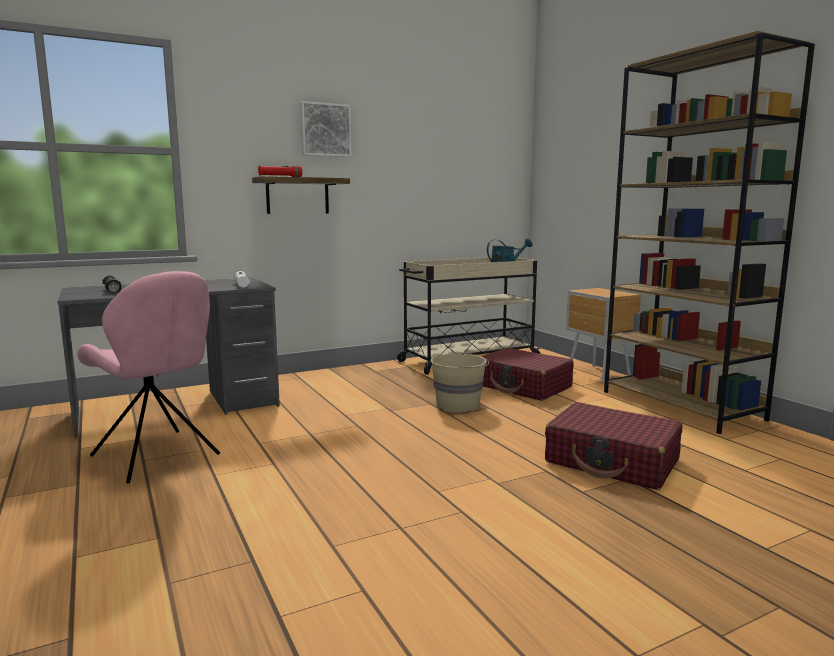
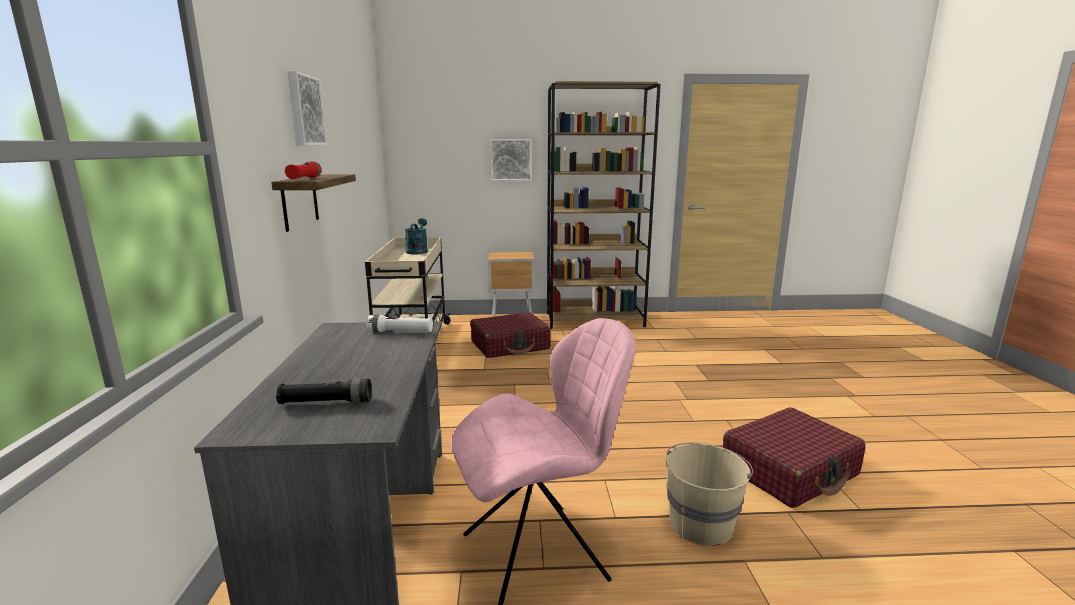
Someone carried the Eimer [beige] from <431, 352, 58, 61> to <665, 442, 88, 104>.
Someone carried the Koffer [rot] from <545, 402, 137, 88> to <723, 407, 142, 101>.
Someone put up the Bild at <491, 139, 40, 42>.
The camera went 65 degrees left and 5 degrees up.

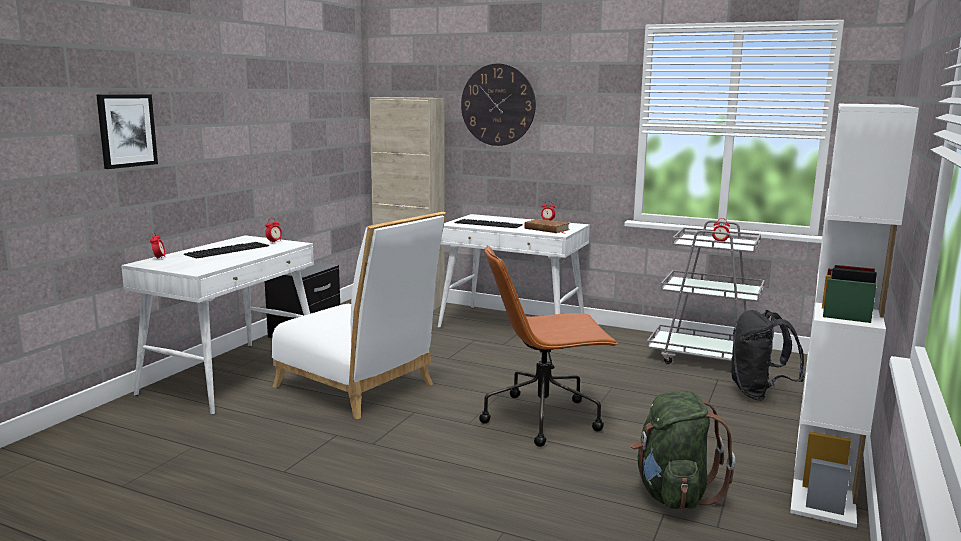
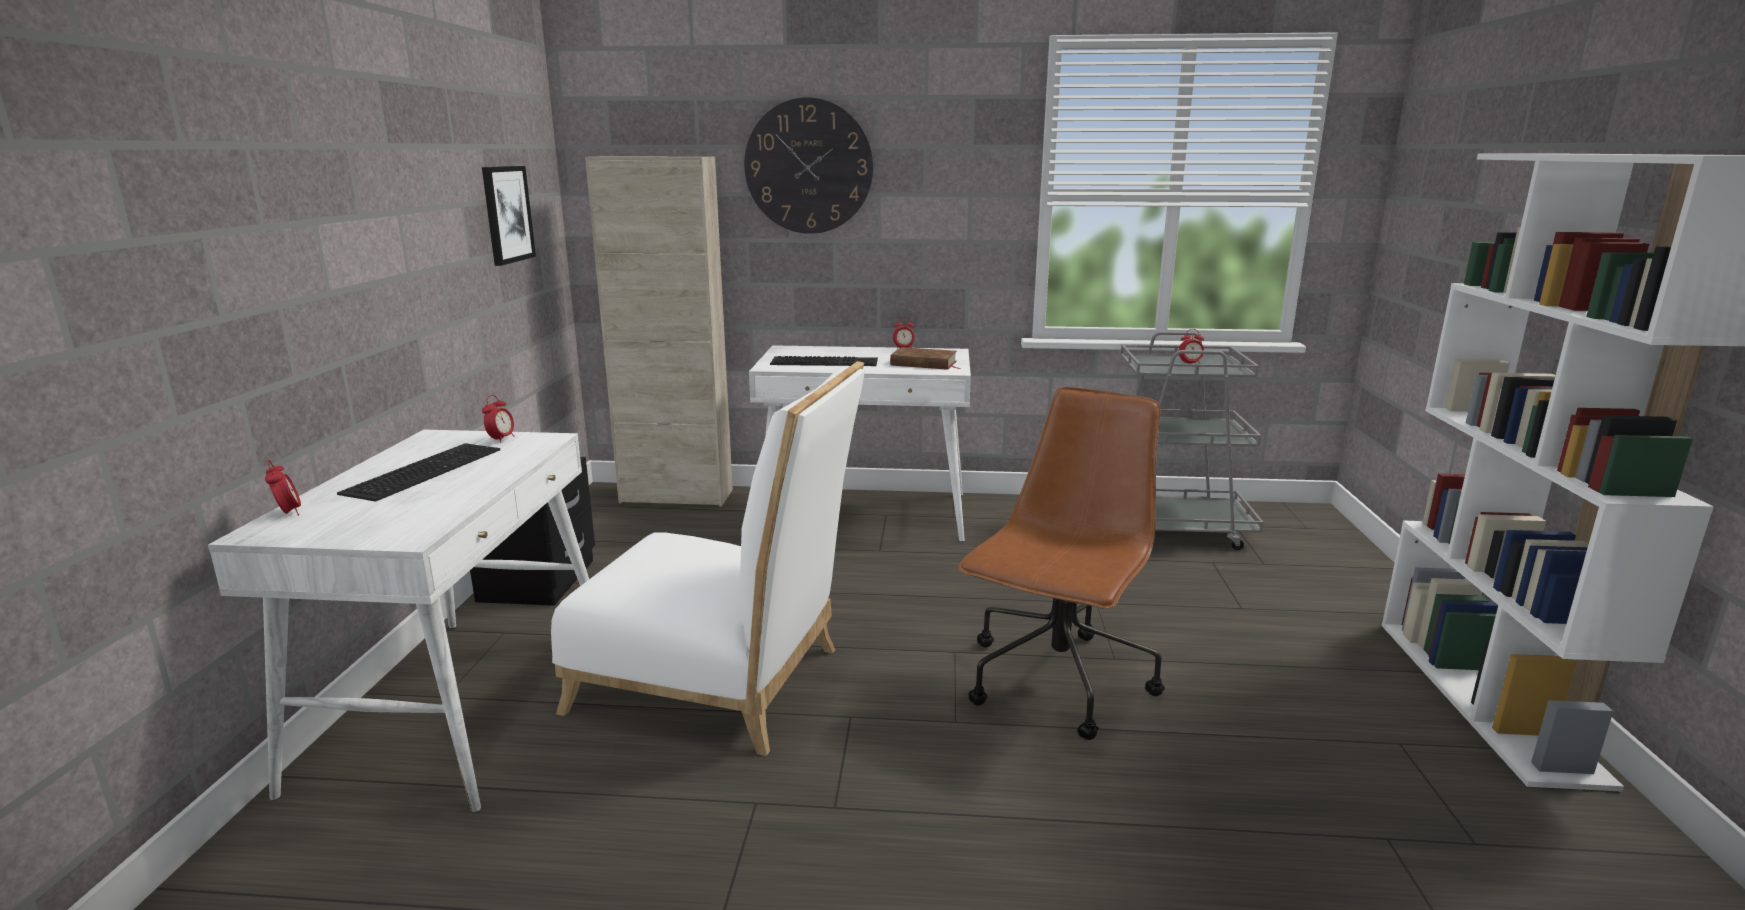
Someone carried the Bild from <96, 94, 62, 75> to <482, 166, 54, 100>.
Someone rotated the Bürostuhl [braun] at <479, 245, 139, 202> by 150 degrees clockwise.
Someone took away the Rucksack [schwarz] at <730, 310, 74, 91>.
Someone took away the Rucksack [grün] at <631, 390, 104, 119>.
The camera went 20 degrees left and 5 degrees up.

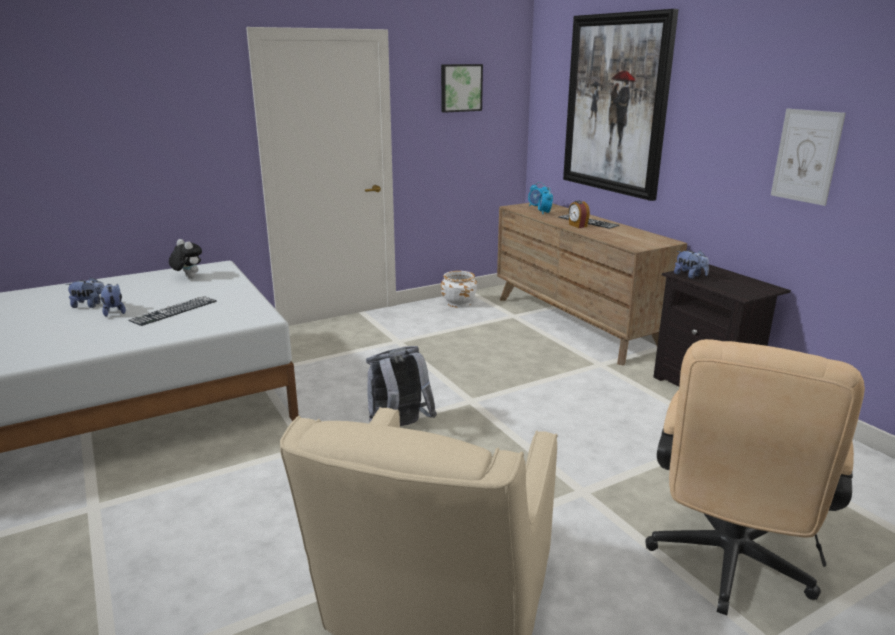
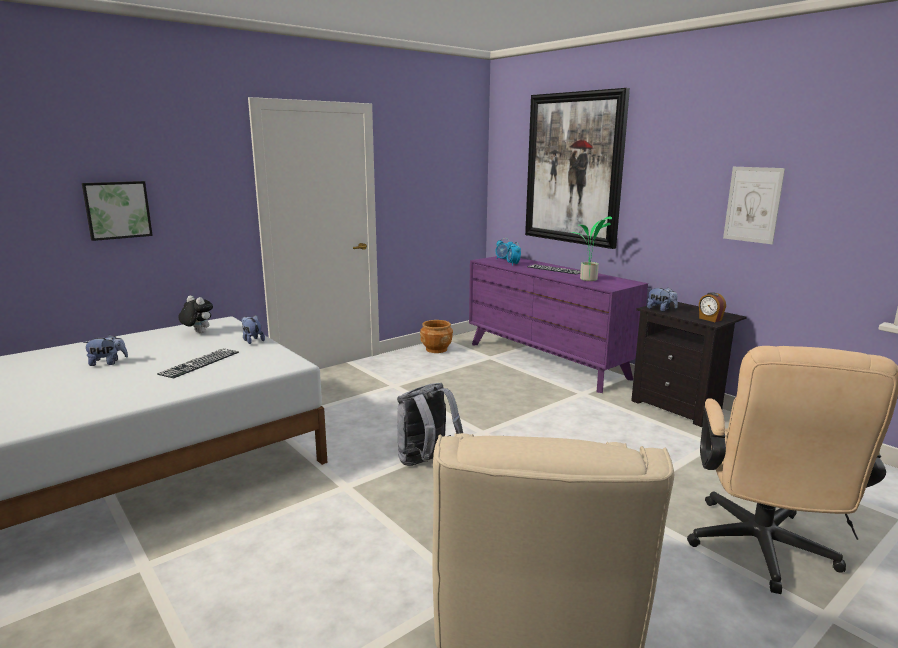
Someone carried the Bild from <441, 64, 42, 49> to <82, 181, 71, 60>.
Someone carried the Wecker from <568, 201, 22, 27> to <699, 292, 27, 30>.
Someone repainted the Kommode [braun] at <497, 203, 190, 163>, which became the Kommode [lila] at <469, 256, 179, 137>.
Someone repainted the Pflanzkübel [weiß] at <441, 271, 36, 37>, which became the Pflanzkübel [braun] at <420, 320, 33, 33>.
Someone carried the Plüschtier from <100, 283, 26, 34> to <242, 315, 23, 29>.
Someone put down the Topfpflanze at <571, 216, 41, 65>.
The camera went 10 degrees left and 5 degrees down.

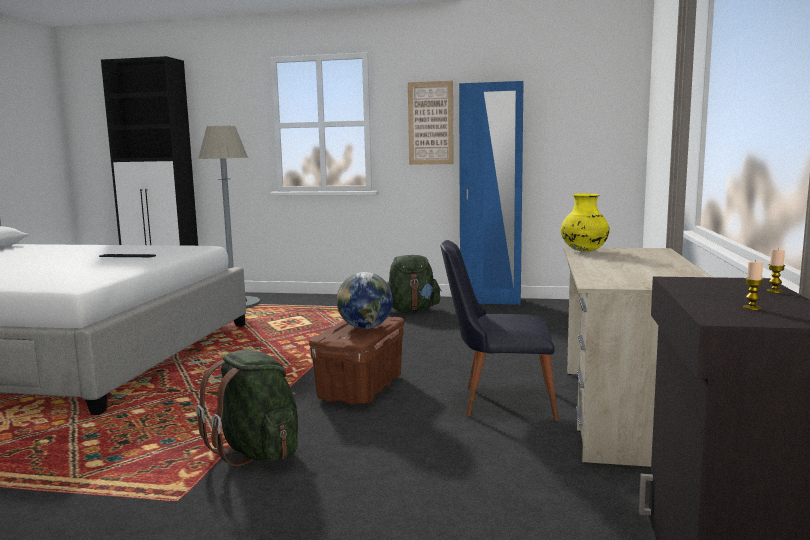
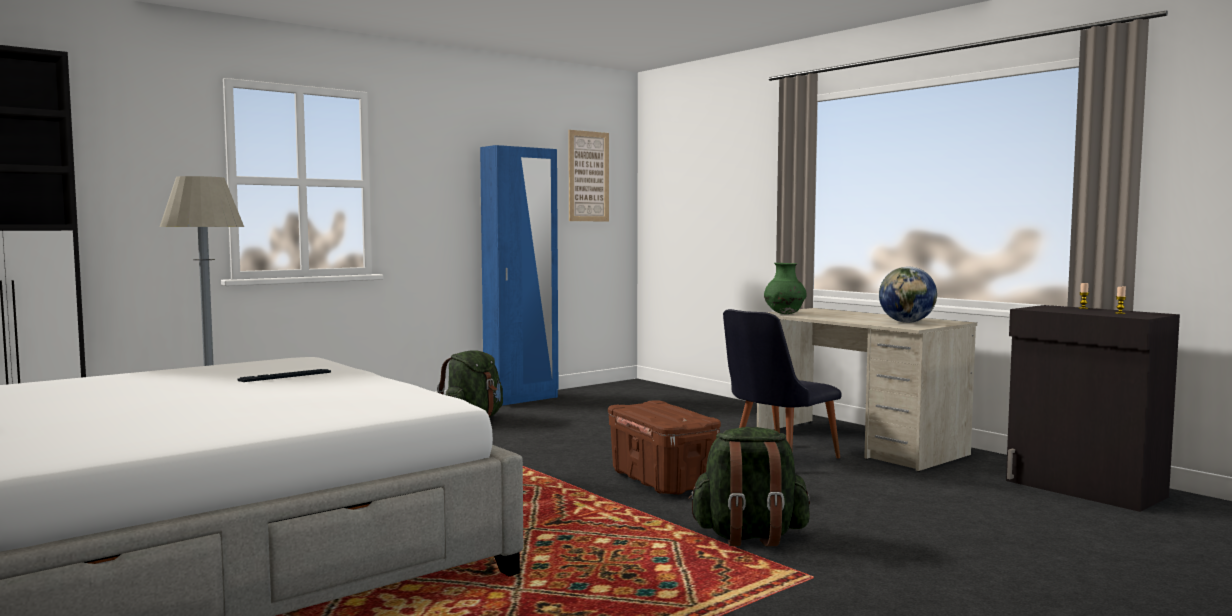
Someone carried the Bild from <408, 81, 46, 84> to <568, 130, 41, 91>.
Someone repainted the Vase [gelb] at <561, 193, 49, 59>, which became the Vase [grün] at <764, 263, 43, 51>.
Someone carried the Globus from <337, 272, 56, 57> to <879, 267, 58, 56>.
The camera went 50 degrees left and 5 degrees down.

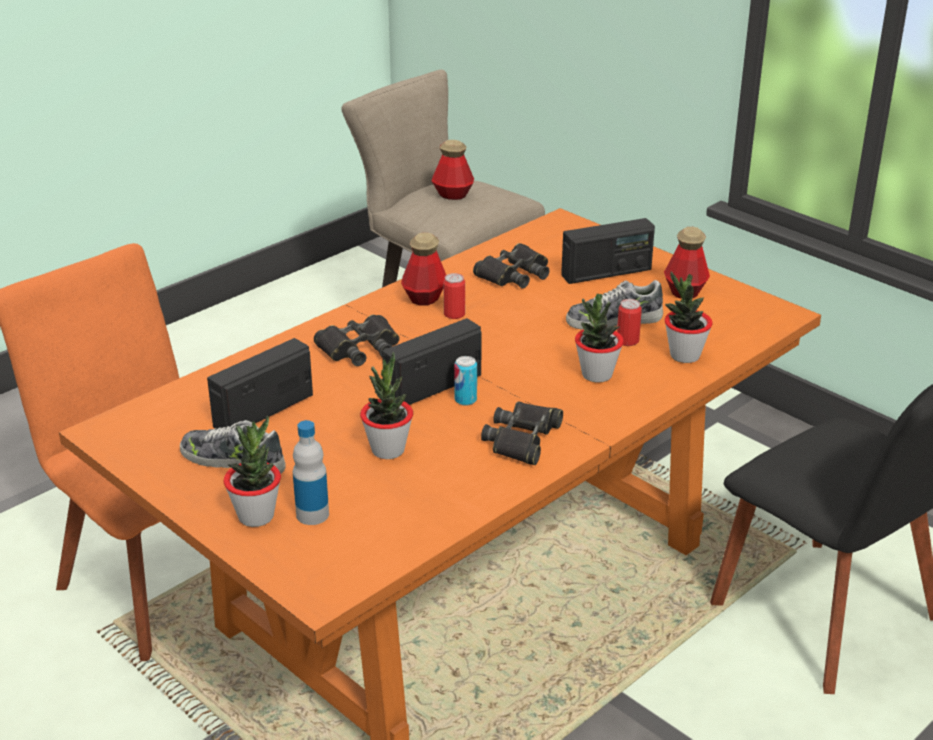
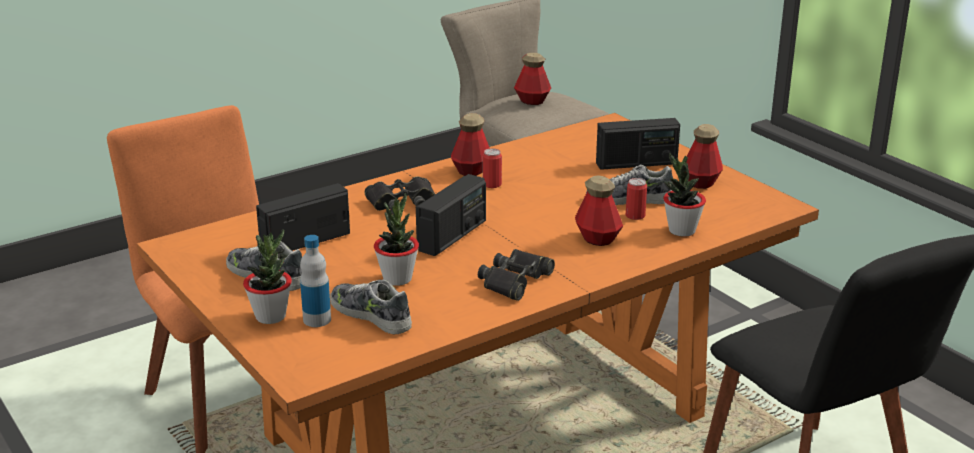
Someone took away the Fernglas [schwarz] at <473, 243, 77, 45>.
Someone swapped the Topfpflanze at <575, 294, 49, 89> for the Flasche at <575, 175, 48, 71>.
Someone rotated the Radio at <382, 318, 100, 87> by 150 degrees clockwise.
Someone took away the Dose at <454, 356, 23, 50>.
Someone put down the Schuh at <330, 279, 82, 55>.
The camera went 10 degrees right and 5 degrees down.

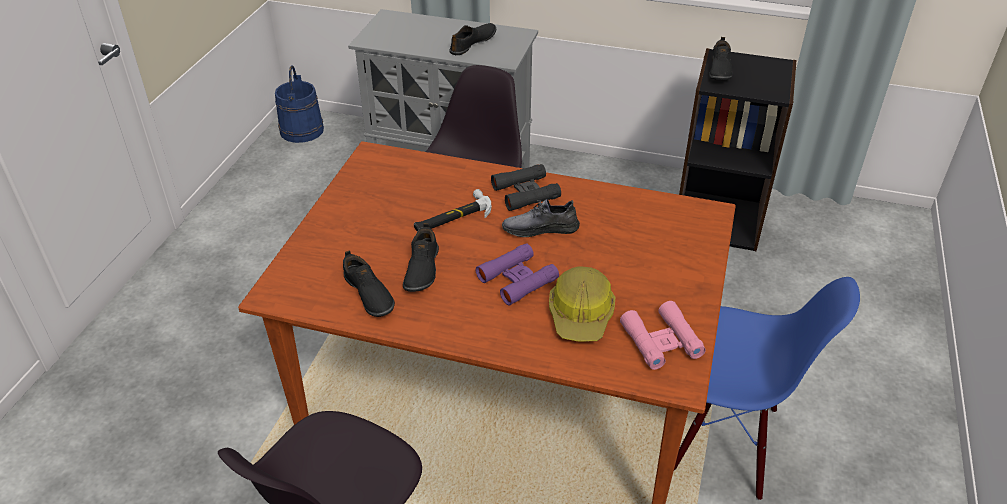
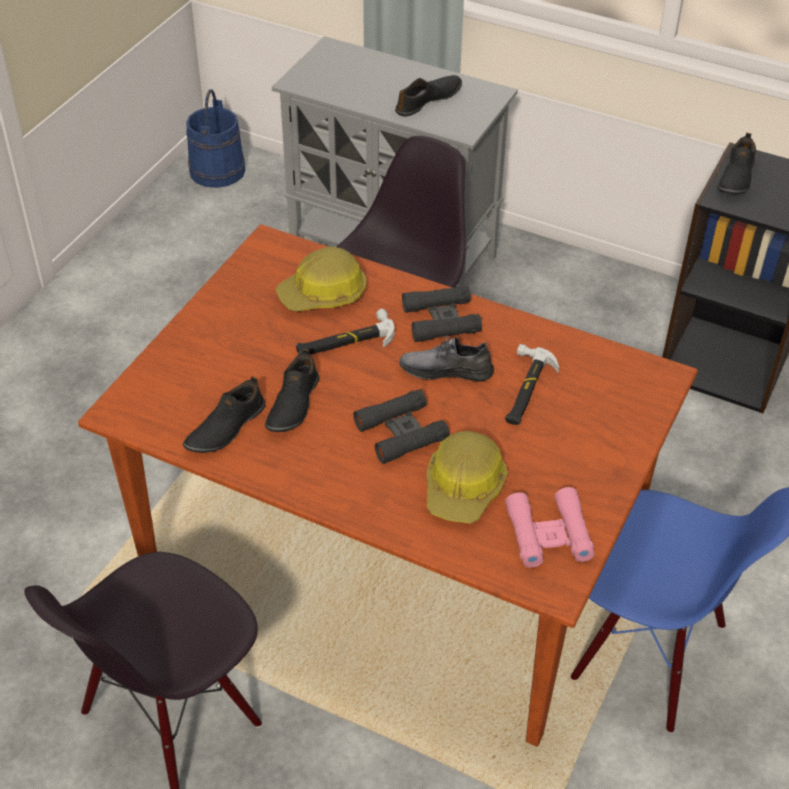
Someone repainted the Fernglas [lila] at <476, 243, 83, 62>, which became the Fernglas [schwarz] at <353, 389, 97, 75>.
Someone rotated the Schuh [schwarz] at <343, 250, 52, 67> by 60 degrees clockwise.
Someone put down the Schutzhelm at <276, 246, 91, 66>.
Someone put down the Hammer at <505, 344, 54, 81>.
The camera went 10 degrees right and 5 degrees up.

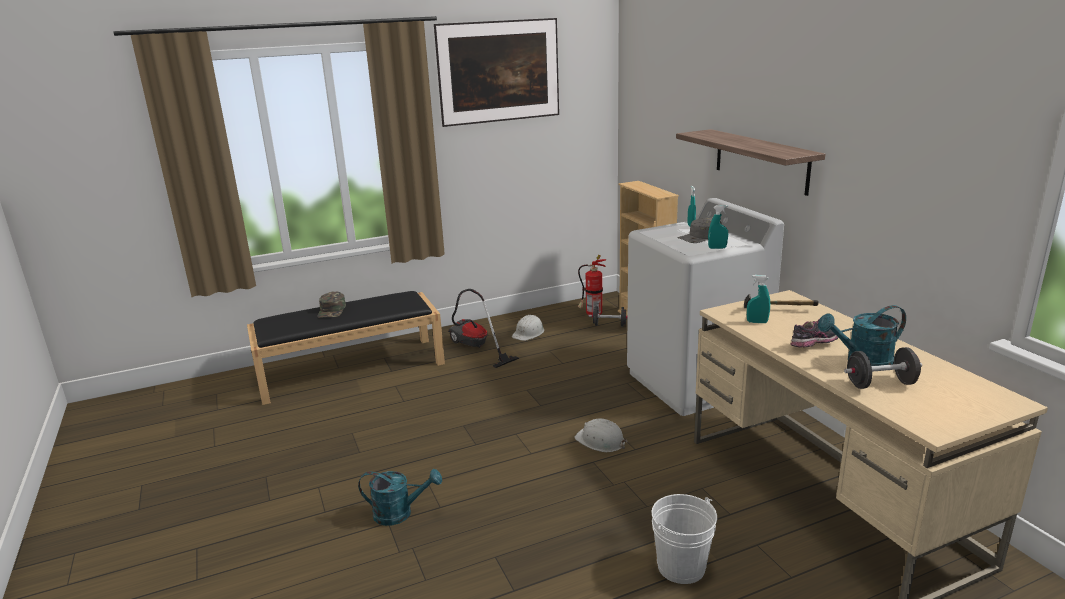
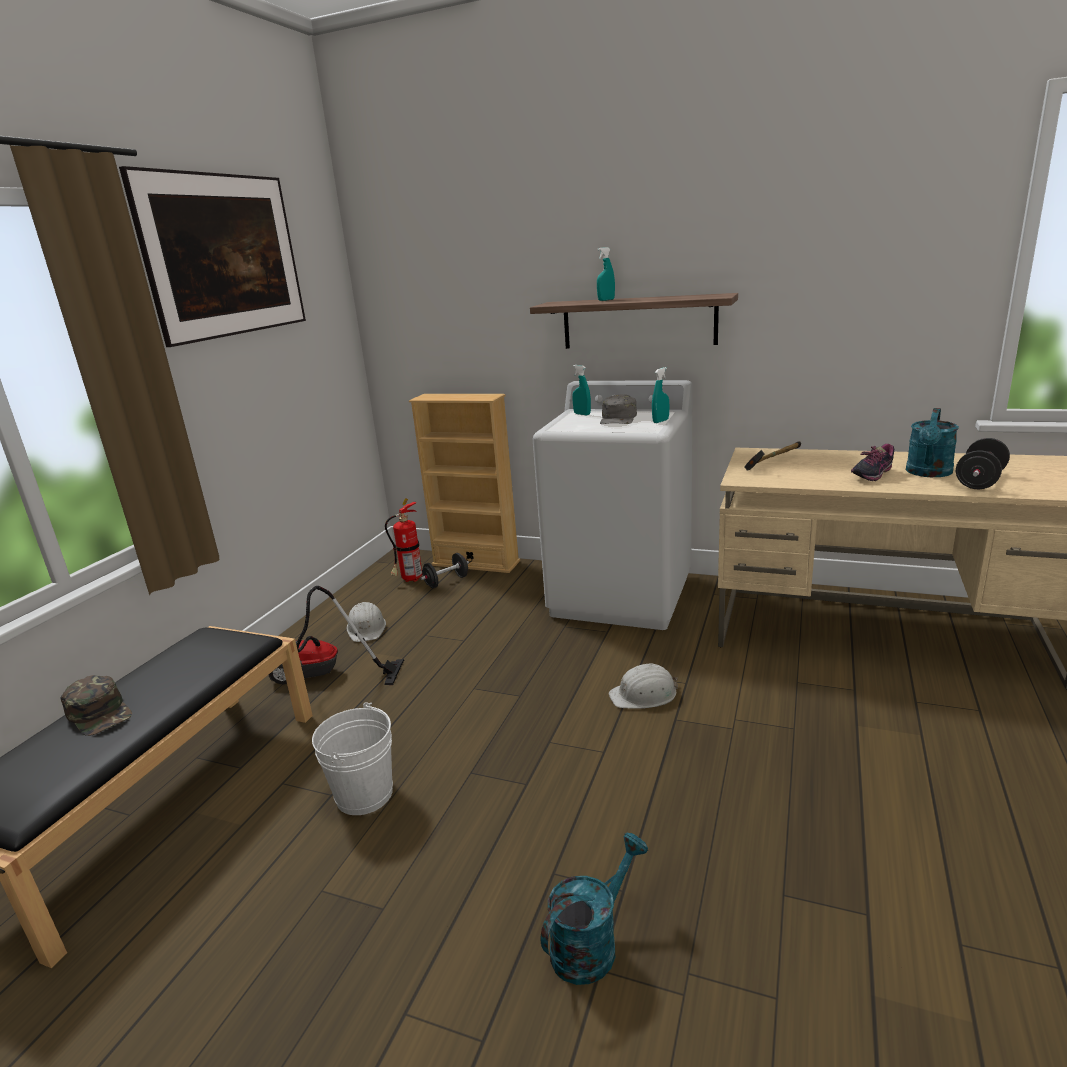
Someone carried the Sprühflasche [türkis] from <747, 275, 23, 48> to <597, 247, 18, 54>.
Someone rotated the Schuh at <791, 319, 48, 29> by 150 degrees counterclockwise.
Someone carried the Eimer [weiß] from <652, 494, 65, 90> to <312, 702, 81, 113>.
The camera went 45 degrees left and 0 degrees up.

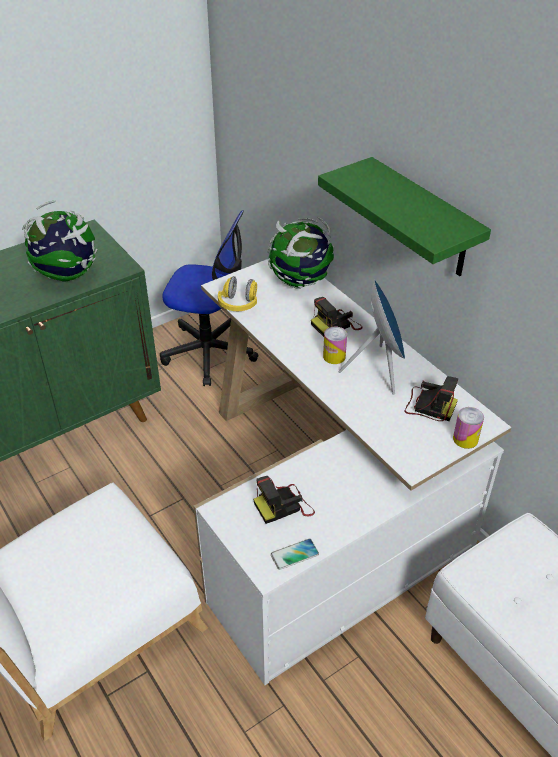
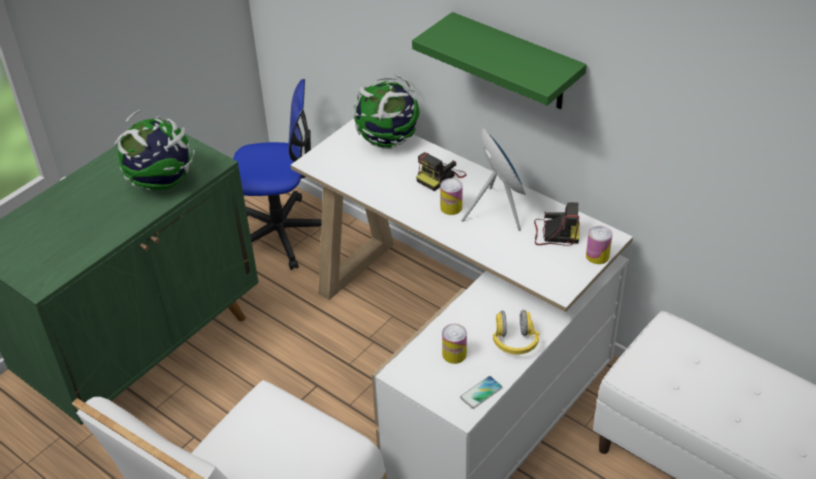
Someone carried the Kopfhörer [gelb] from <218, 276, 39, 35> to <493, 310, 47, 45>.
Someone swapped the Kamera at <253, 476, 62, 48> for the Dose at <442, 324, 25, 40>.
The camera went 15 degrees left and 0 degrees up.

